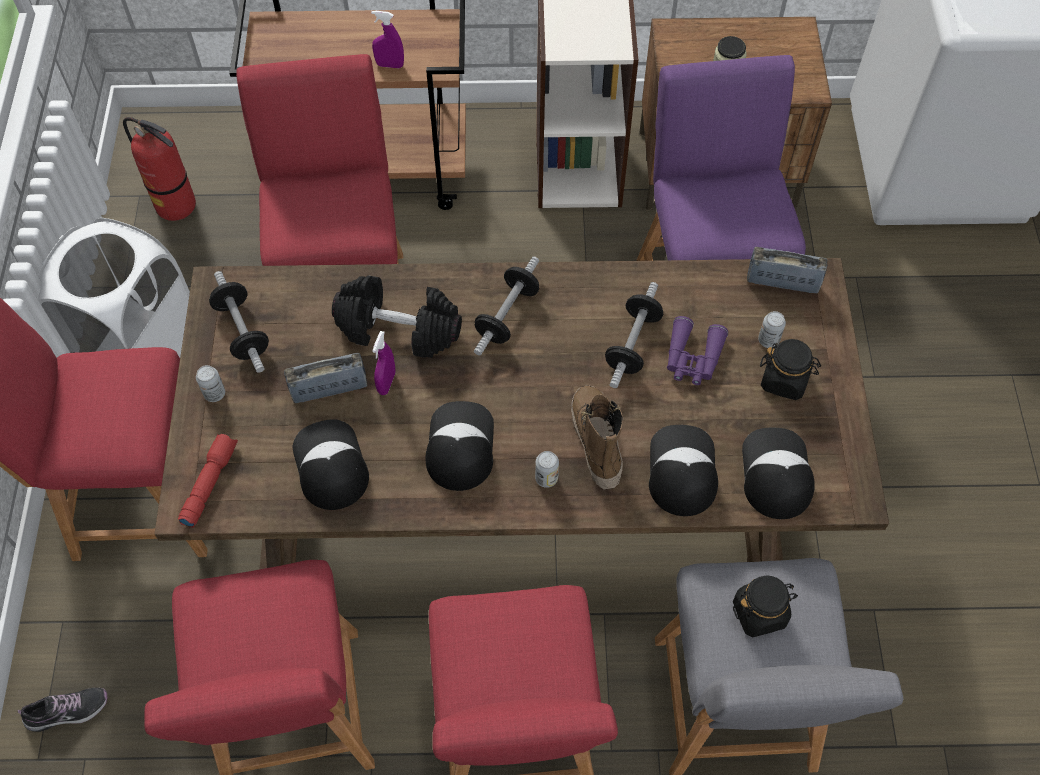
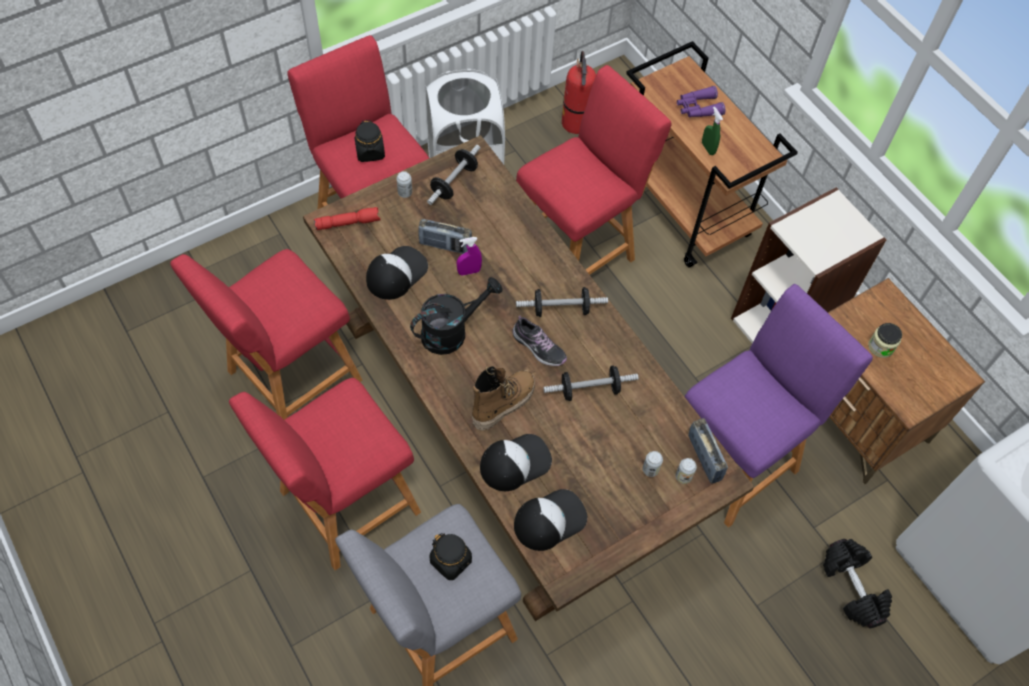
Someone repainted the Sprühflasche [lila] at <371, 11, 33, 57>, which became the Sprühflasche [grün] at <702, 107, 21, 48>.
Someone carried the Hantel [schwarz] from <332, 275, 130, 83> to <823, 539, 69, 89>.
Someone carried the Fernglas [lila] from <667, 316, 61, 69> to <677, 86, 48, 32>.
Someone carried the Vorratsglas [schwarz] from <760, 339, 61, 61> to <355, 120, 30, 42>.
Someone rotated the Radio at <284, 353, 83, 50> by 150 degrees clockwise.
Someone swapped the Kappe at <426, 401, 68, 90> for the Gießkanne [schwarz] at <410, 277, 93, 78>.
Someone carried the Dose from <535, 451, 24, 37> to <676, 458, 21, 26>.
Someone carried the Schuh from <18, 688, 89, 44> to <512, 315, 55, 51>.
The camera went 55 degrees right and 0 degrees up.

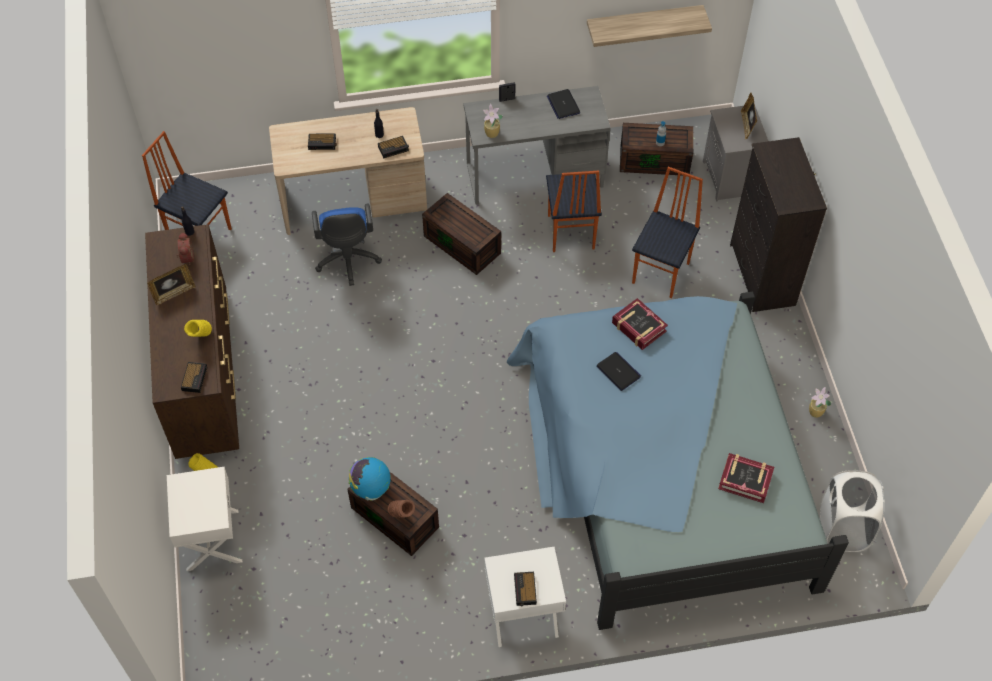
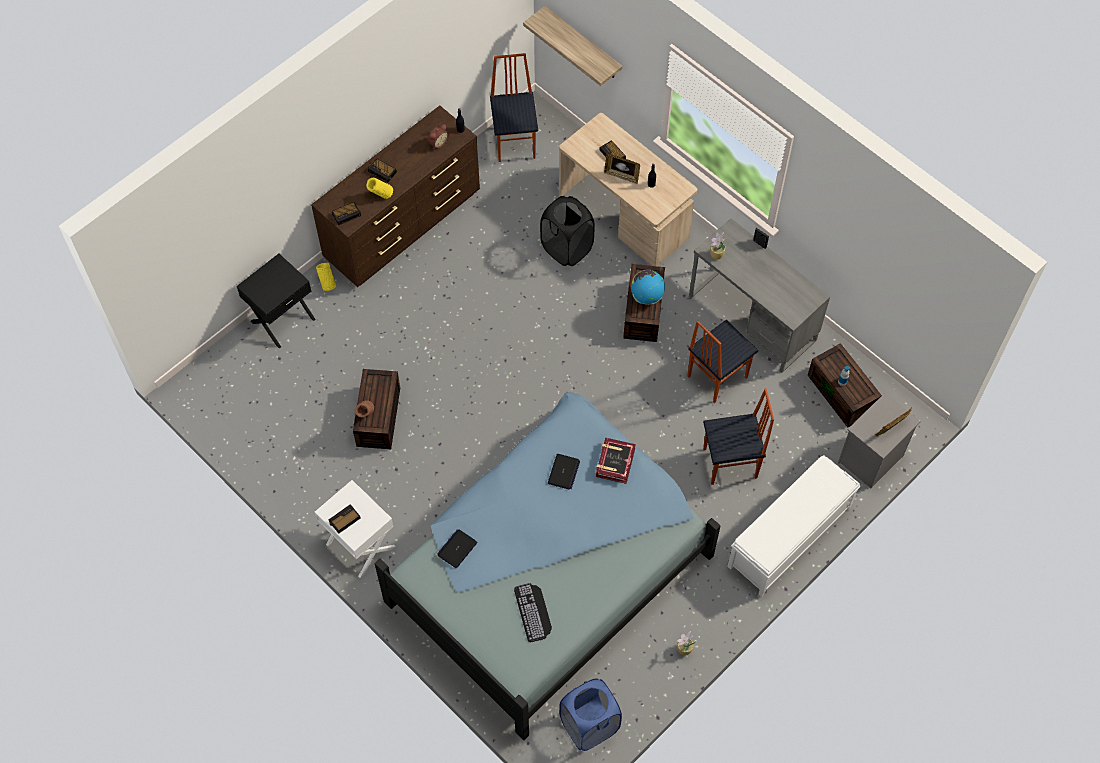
Someone carried the Wandregal from <587, 5, 125, 42> to <523, 6, 99, 80>.
Someone carried the Laptop from <547, 89, 33, 30> to <437, 529, 41, 39>.
Someone carried the Wecker from <378, 136, 31, 22> to <368, 158, 29, 24>.
Someone swapped the Kommode [schwarz] at <730, 137, 97, 175> for the Bank [weiß] at <727, 455, 134, 142>.
Someone swapped the Bürostuhl [blau] at <312, 204, 70, 82> for the Wäschekorb [schwarz] at <540, 196, 55, 70>.
Someone carried the Bilderrahmen from <147, 264, 49, 41> to <604, 154, 36, 30>.
Someone swapped the Buch at <718, 453, 56, 50> for the Tastatur at <514, 583, 38, 59>.
Someone carried the Globus from <349, 457, 42, 44> to <631, 270, 34, 35>.
Someone repainted the Nachttisch [weiß] at <167, 467, 75, 104>, which became the Nachttisch [schwarz] at <236, 253, 80, 96>.
Someone repainted the Wäschekorb [weiß] at <820, 470, 65, 82>, which became the Wäschekorb [blau] at <559, 678, 63, 73>.
The camera went 55 degrees right and 5 degrees up.

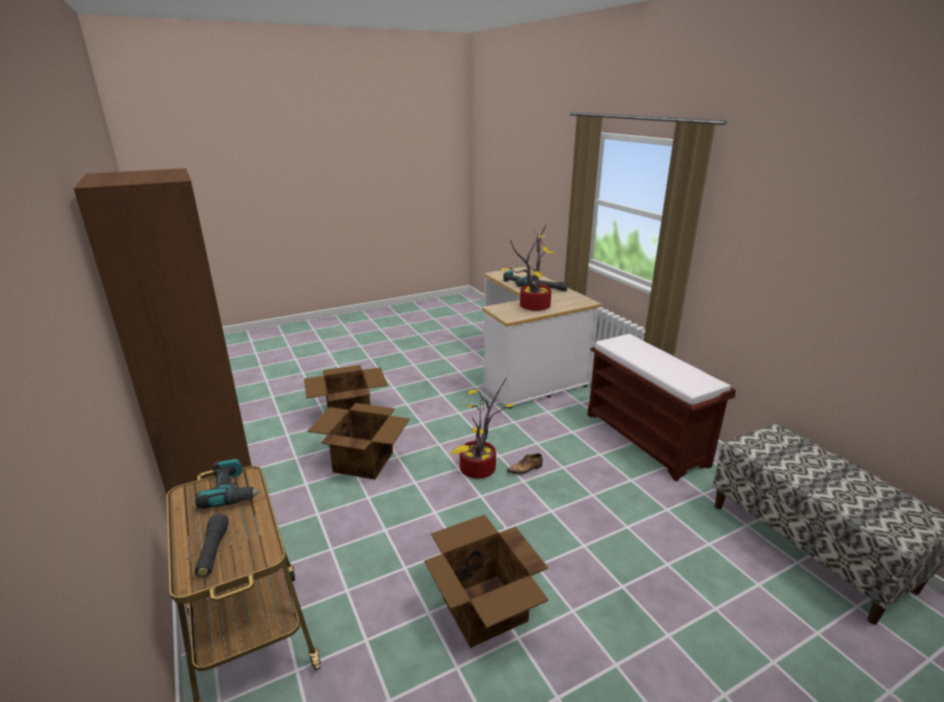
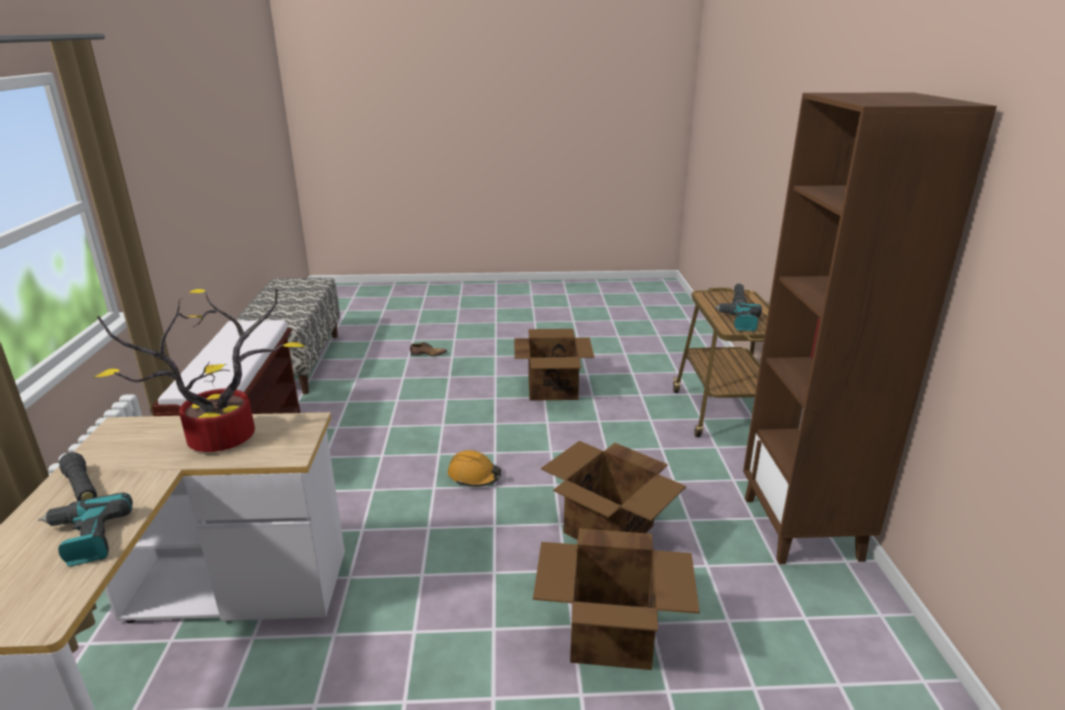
Someone swapped the Topfpflanze at <451, 378, 63, 101> for the Schutzhelm [orange] at <448, 450, 53, 37>.
Someone carried the Schuh from <507, 453, 36, 22> to <410, 342, 37, 14>.
The camera went 155 degrees left and 0 degrees up.

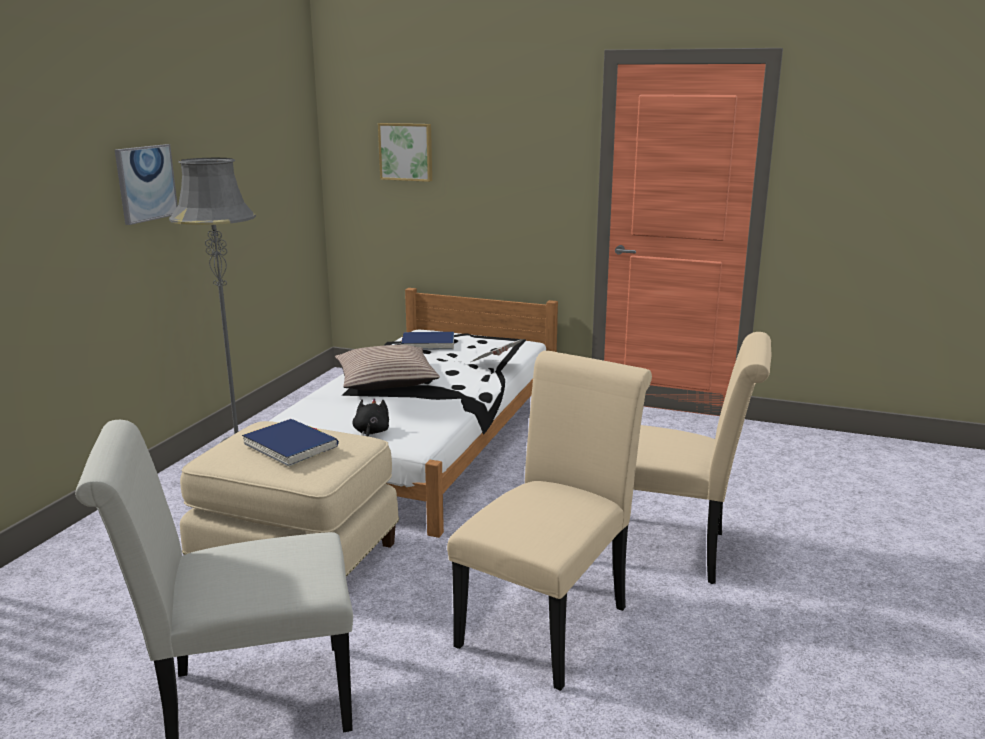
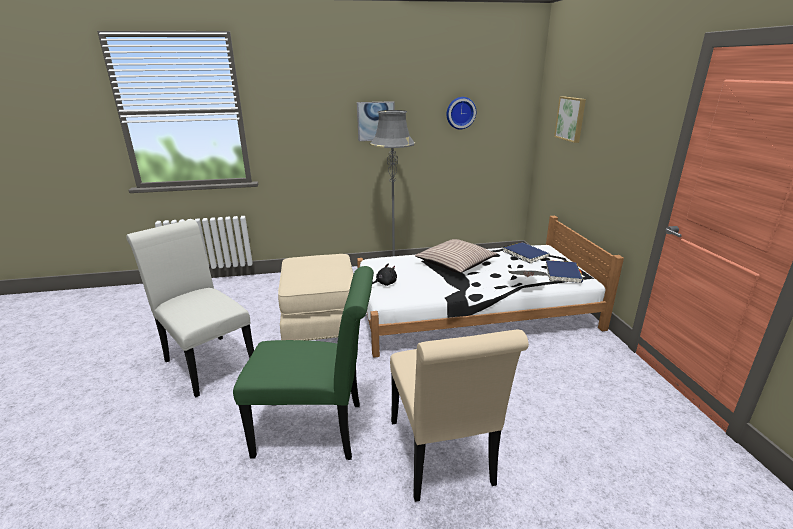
Someone repainted the Stuhl [beige] at <447, 351, 205, 340>, which became the Stuhl [grün] at <233, 266, 141, 194>.
Someone carried the Buch [blau] from <242, 419, 97, 48> to <546, 260, 37, 23>.
Someone put up the Wanduhr at <447, 97, 29, 32>.
The camera went 60 degrees right and 5 degrees up.

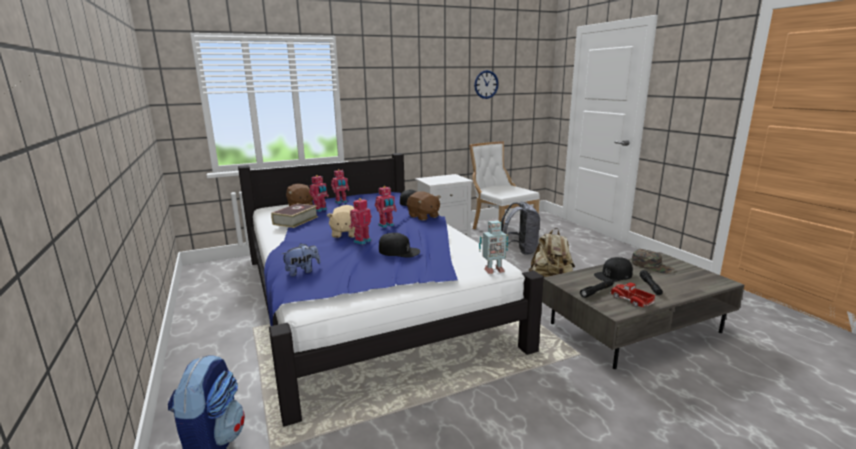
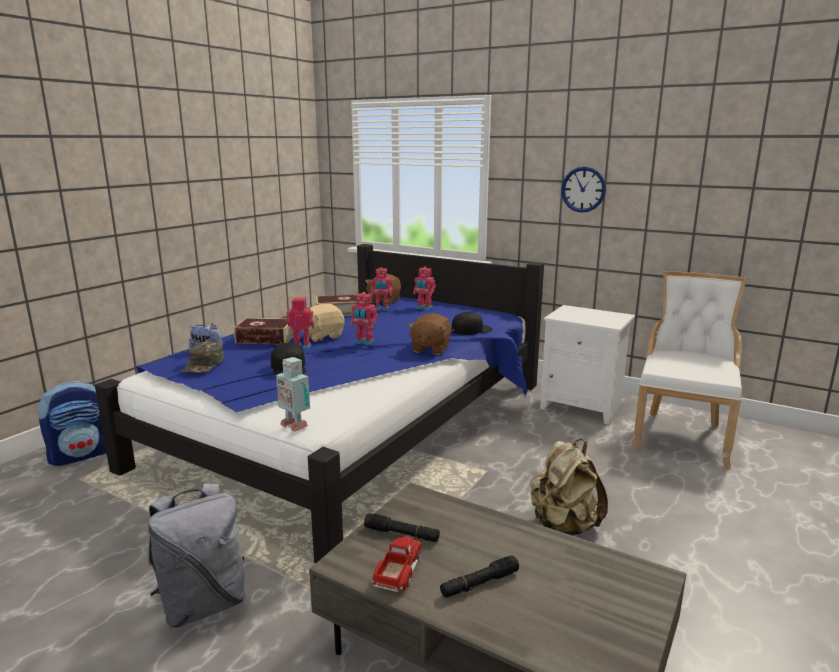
Someone carried the Wanduhr from <474, 70, 25, 29> to <561, 167, 45, 46>.
Someone carried the Rucksack [grau] from <501, 201, 39, 54> to <148, 483, 98, 145>.
Someone carried the Kappe [grün] from <631, 249, 43, 24> to <180, 341, 44, 32>.
Someone took away the Kappe [schwarz] at <594, 257, 39, 25>.
Someone put down the Buch at <234, 318, 60, 26>.
The camera went 55 degrees right and 0 degrees up.

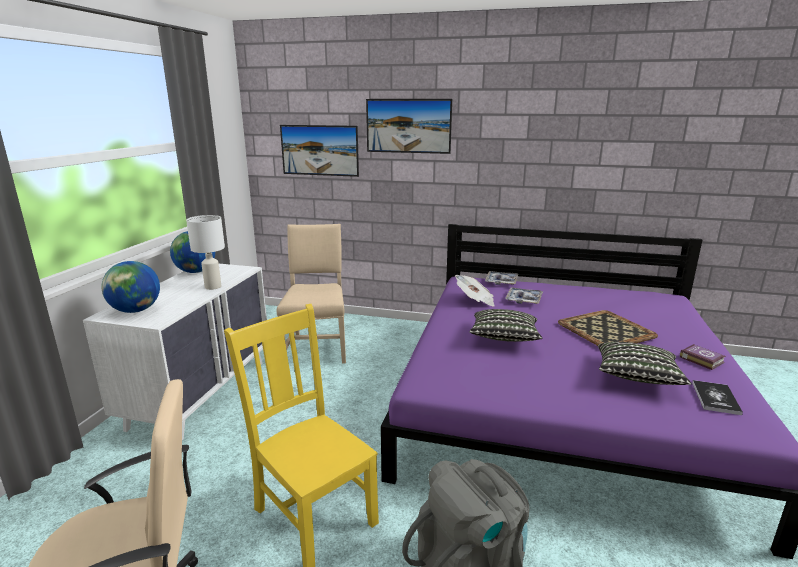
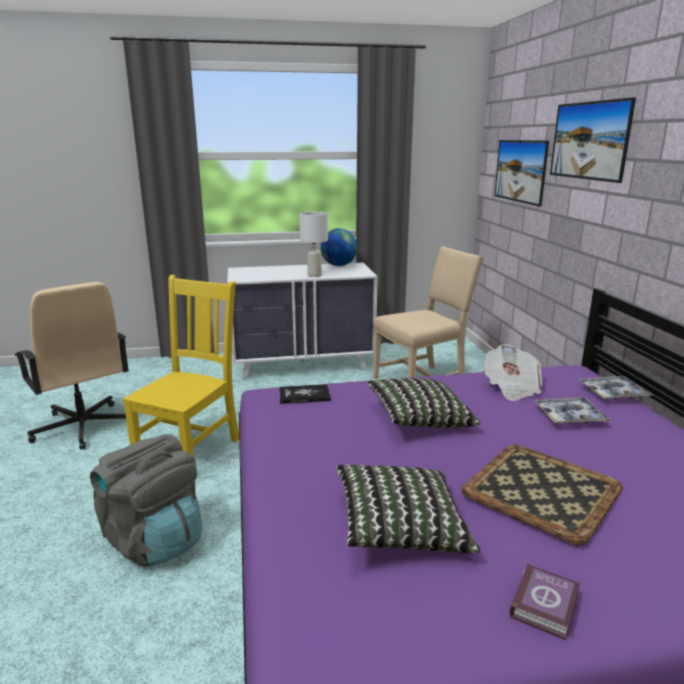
Someone took away the Globus at <101, 261, 59, 52>.
Someone carried the Buch from <692, 380, 51, 35> to <279, 384, 52, 20>.
The camera went 65 degrees right and 0 degrees up.

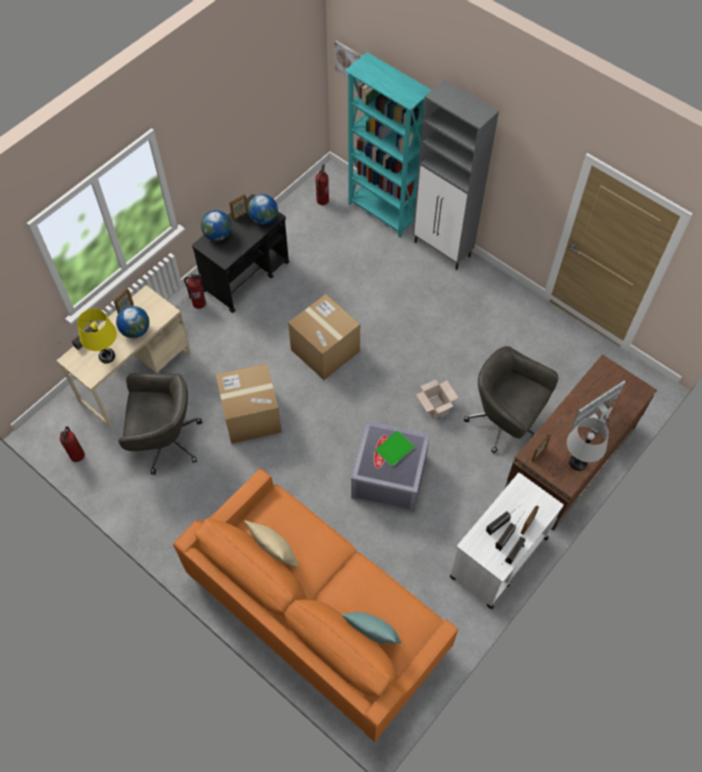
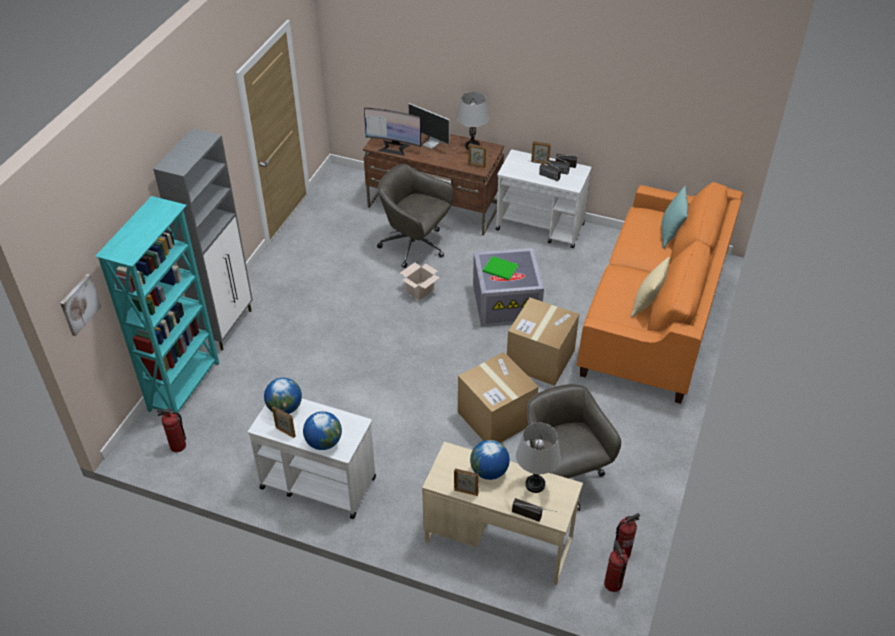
Someone repainted the Rollwagen [schwarz] at <192, 194, 97, 119>, which became the Rollwagen [weiß] at <248, 399, 128, 120>.
Someone carried the Feuerlöscher from <184, 274, 22, 35> to <604, 540, 24, 52>.
Someone carried the Karton from <288, 294, 72, 86> to <507, 298, 72, 88>.
Someone repainted the Tischlampe [gelb] at <77, 309, 40, 54>, which became the Tischlampe [grau] at <516, 423, 45, 70>.
Someone rotated the Bürostuhl [grau] at <464, 346, 94, 108> by 105 degrees clockwise.
Someone put down the Monitor at <364, 108, 57, 48>.
The camera went 110 degrees left and 15 degrees down.

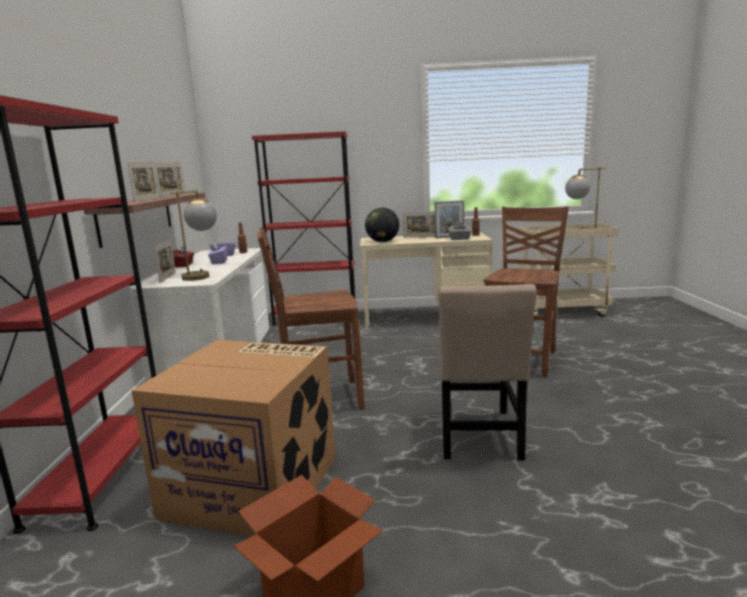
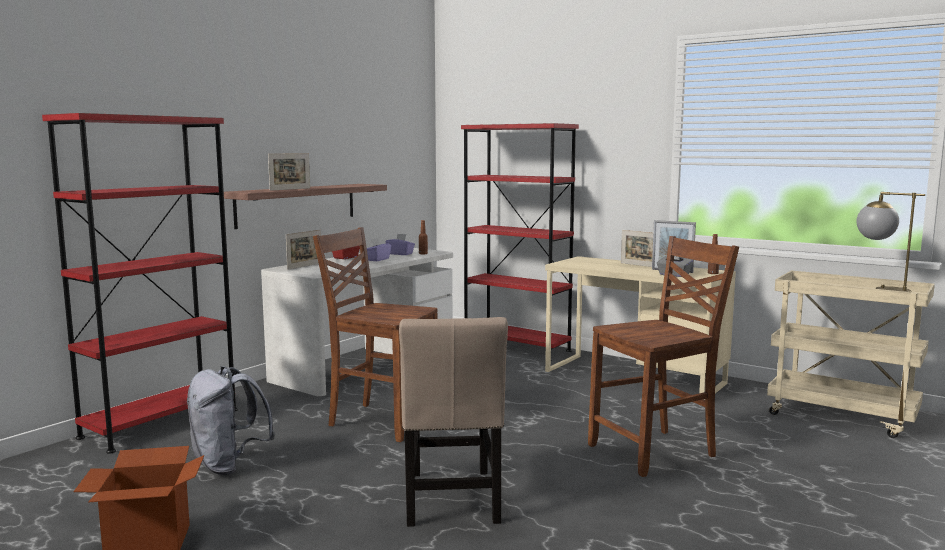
Someone took away the Bilderrahmen at <154, 162, 31, 35>.
Someone took away the Tischlampe at <170, 190, 47, 91>.
Someone took away the Globus at <365, 207, 34, 35>.
Someone rotated the Stuhl [beige] at <438, 284, 99, 176> by 45 degrees counterclockwise.
Someone swapped the Karton at <131, 340, 205, 197> for the Rucksack [grau] at <187, 366, 88, 109>.
The camera went 35 degrees right and 5 degrees down.

